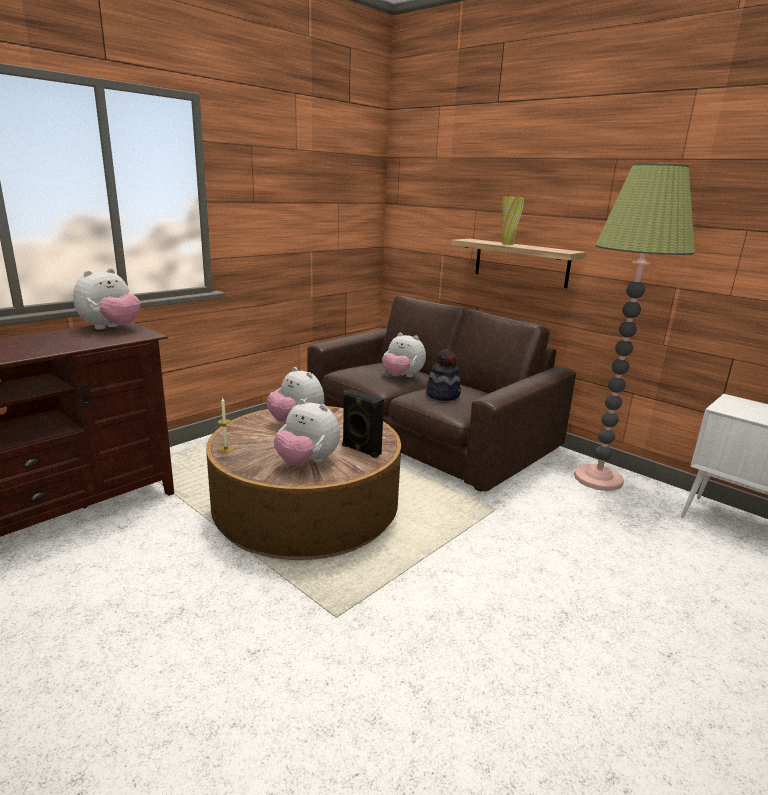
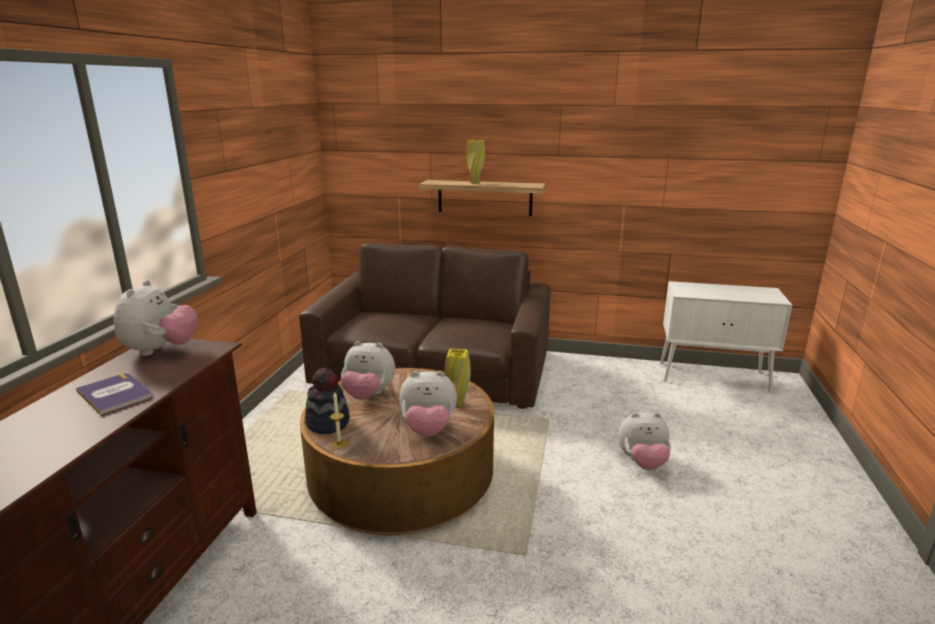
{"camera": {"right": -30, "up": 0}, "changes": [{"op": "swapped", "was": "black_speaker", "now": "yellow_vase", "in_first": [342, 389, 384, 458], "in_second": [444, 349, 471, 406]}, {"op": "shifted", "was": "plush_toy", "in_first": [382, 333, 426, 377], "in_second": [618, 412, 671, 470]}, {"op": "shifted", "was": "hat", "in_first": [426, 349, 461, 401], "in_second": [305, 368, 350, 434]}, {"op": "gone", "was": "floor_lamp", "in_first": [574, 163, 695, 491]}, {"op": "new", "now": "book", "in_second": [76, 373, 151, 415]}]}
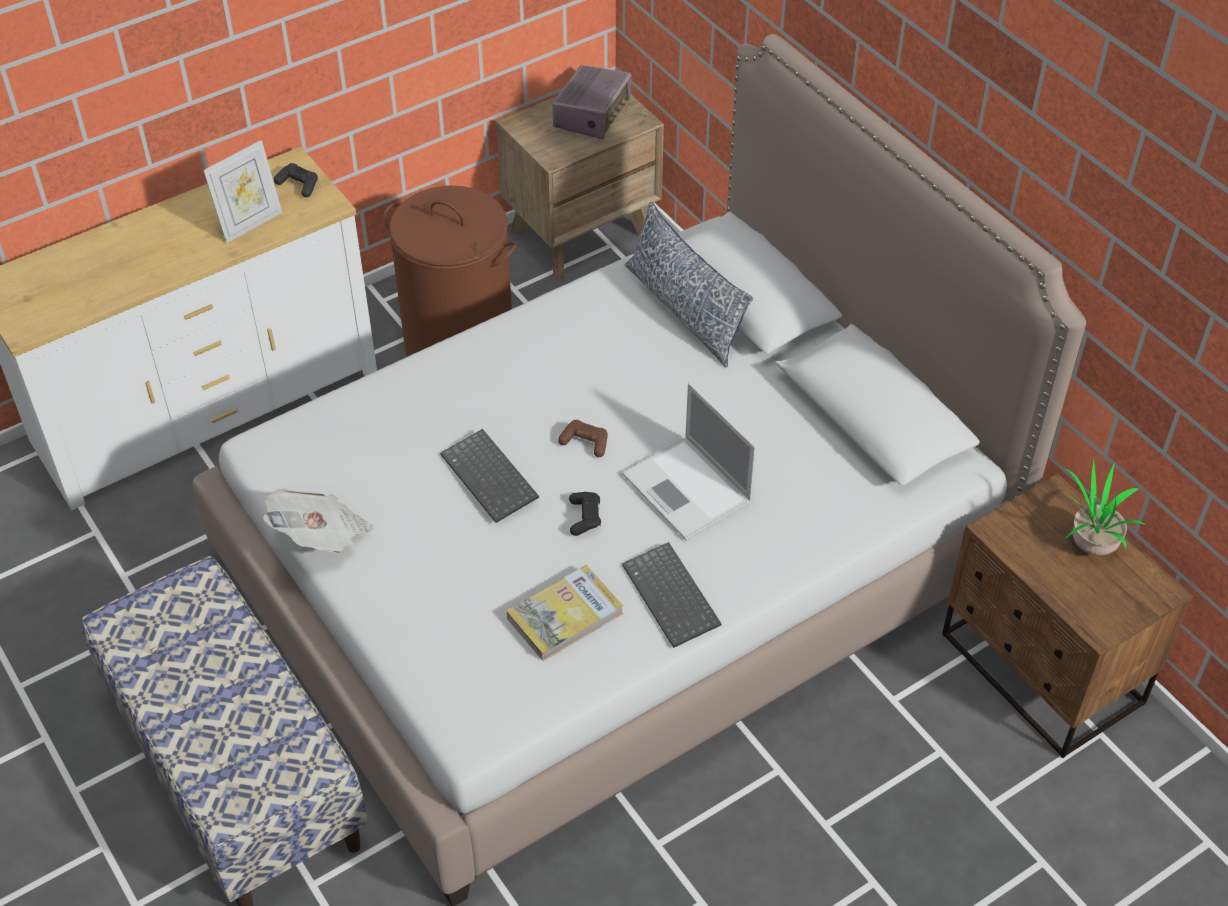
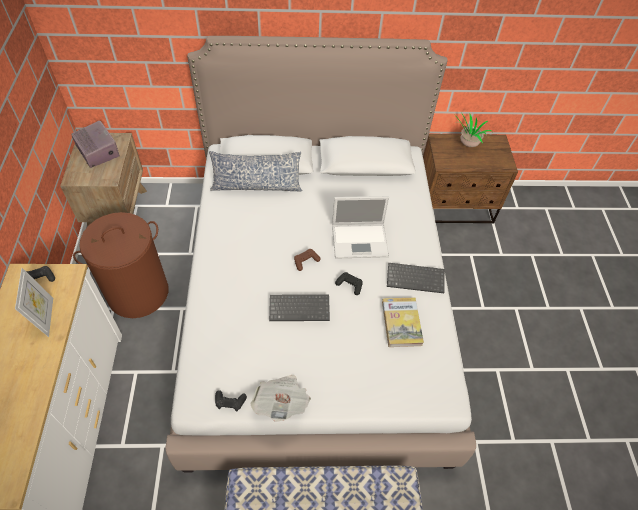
{"camera": {"right": -60, "up": 5}, "changes": [{"op": "new", "now": "black_game_controller", "in_second": [215, 390, 247, 412]}]}
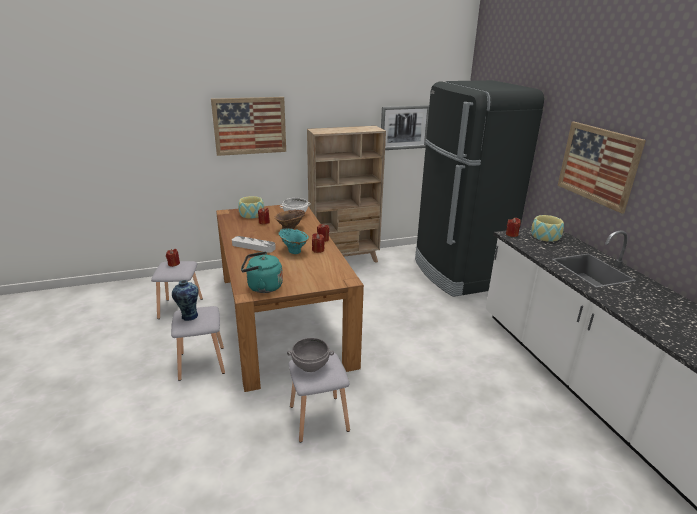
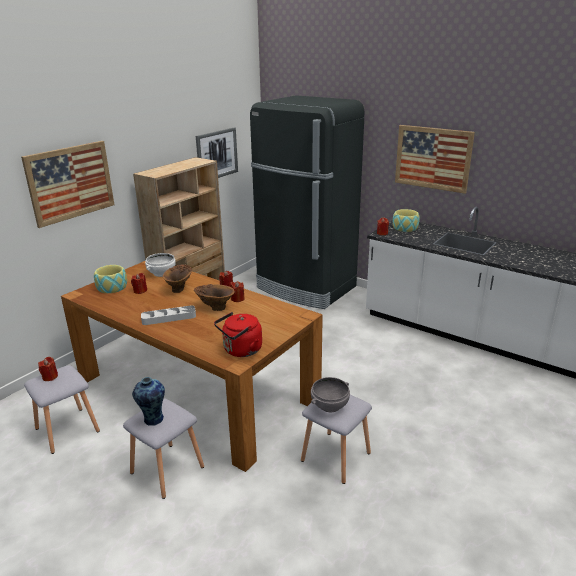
{"camera": {"right": -35, "up": 0}, "changes": [{"op": "repainted", "was": "turquoise_kettle", "now": "red_kettle", "in_first": [241, 251, 283, 293], "in_second": [214, 312, 262, 357]}, {"op": "repainted", "was": "turquoise_vase", "now": "brown_vase", "in_first": [278, 228, 309, 254], "in_second": [194, 284, 235, 311]}]}
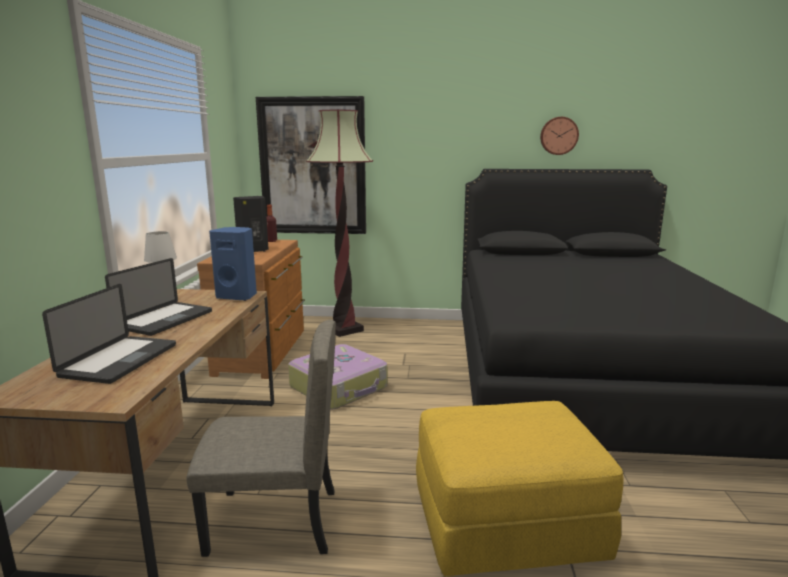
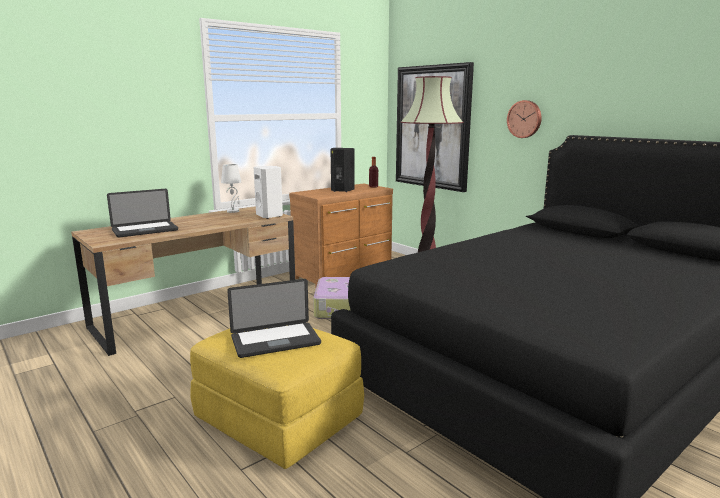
{"camera": {"right": 45, "up": 0}, "changes": [{"op": "shifted", "was": "laptop", "in_first": [105, 258, 212, 336], "in_second": [227, 279, 321, 358]}, {"op": "gone", "was": "beige_chair", "in_first": [186, 320, 336, 557]}, {"op": "repainted", "was": "blue_speaker", "now": "white_speaker", "in_first": [209, 227, 257, 301], "in_second": [254, 166, 283, 219]}, {"op": "shifted", "was": "wall_clock", "in_first": [540, 117, 579, 155], "in_second": [507, 100, 542, 138]}]}
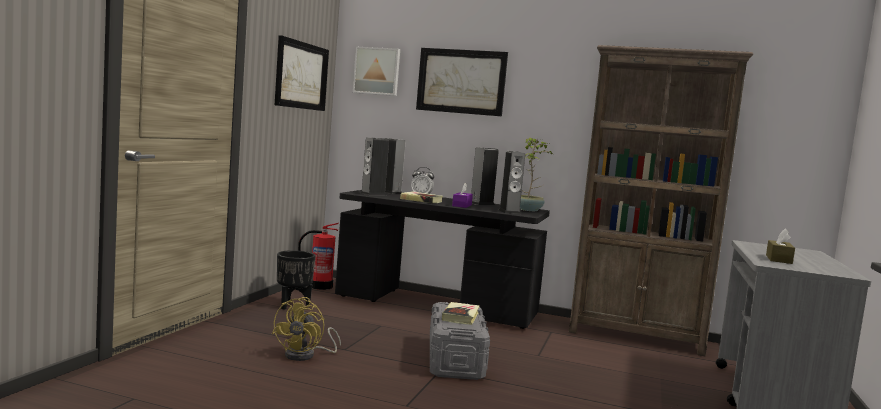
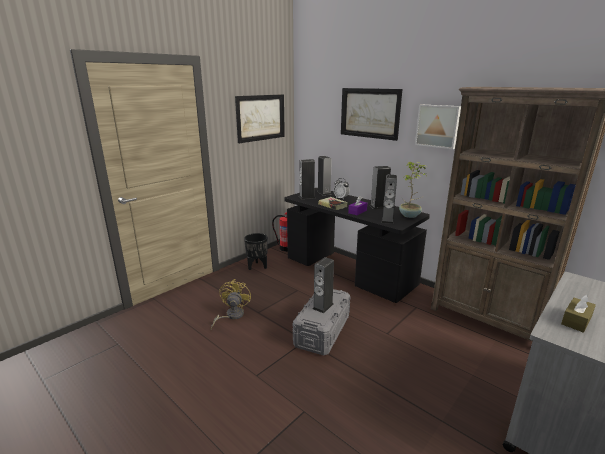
{"camera": {"right": 25, "up": 15}, "changes": [{"op": "rotated", "was": "yellow_fan", "in_first": [272, 297, 341, 361], "in_second": [211, 279, 251, 329], "clockwise": 150}, {"op": "shifted", "was": "picture", "in_first": [353, 47, 400, 96], "in_second": [415, 104, 461, 149]}, {"op": "swapped", "was": "book", "now": "speaker", "in_first": [442, 302, 480, 325], "in_second": [313, 257, 334, 313]}]}
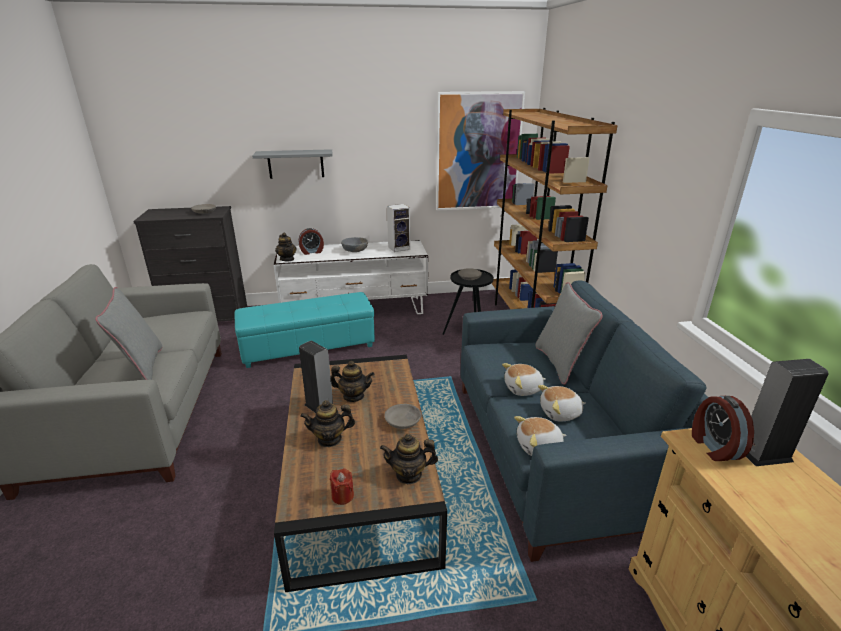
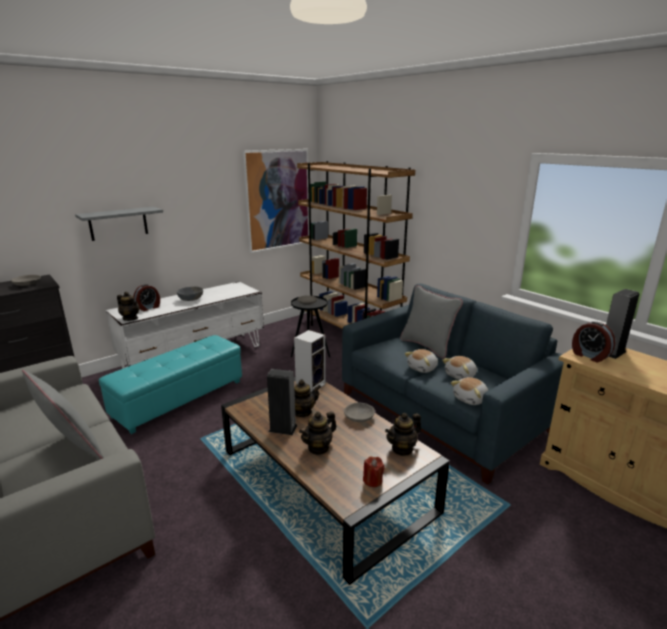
{"camera": {"right": -30, "up": -5}, "changes": [{"op": "shifted", "was": "speaker", "in_first": [387, 204, 410, 252], "in_second": [294, 330, 326, 392]}]}
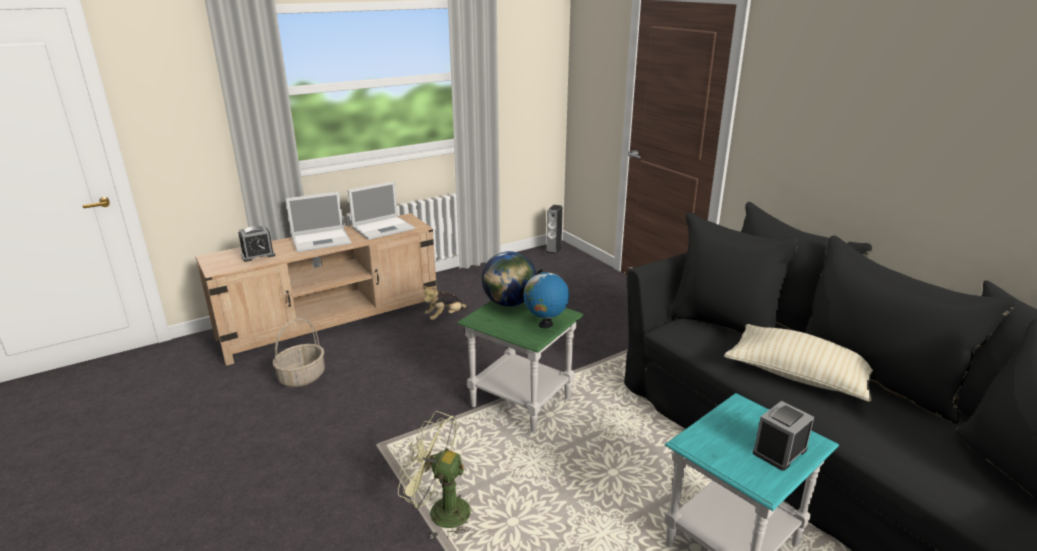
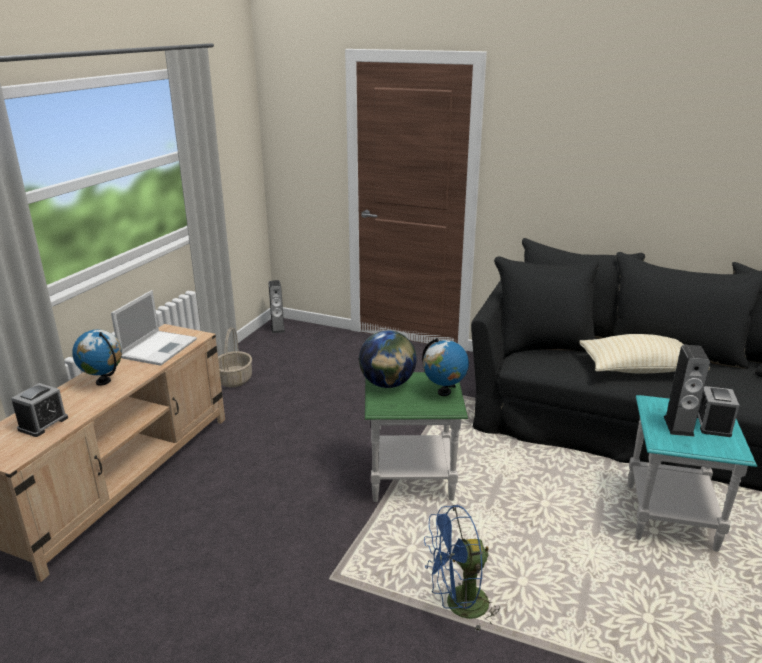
{"camera": {"right": -35, "up": 0}, "changes": [{"op": "shifted", "was": "basket", "in_first": [273, 318, 325, 387], "in_second": [218, 328, 252, 388]}, {"op": "swapped", "was": "laptop", "now": "globe", "in_first": [286, 192, 352, 252], "in_second": [72, 330, 122, 386]}, {"op": "repainted", "was": "green_fan", "now": "blue_fan", "in_first": [398, 411, 471, 539], "in_second": [424, 505, 500, 632]}, {"op": "gone", "was": "plush_toy", "in_first": [423, 286, 469, 320]}, {"op": "new", "now": "speaker", "in_second": [664, 345, 710, 437]}]}
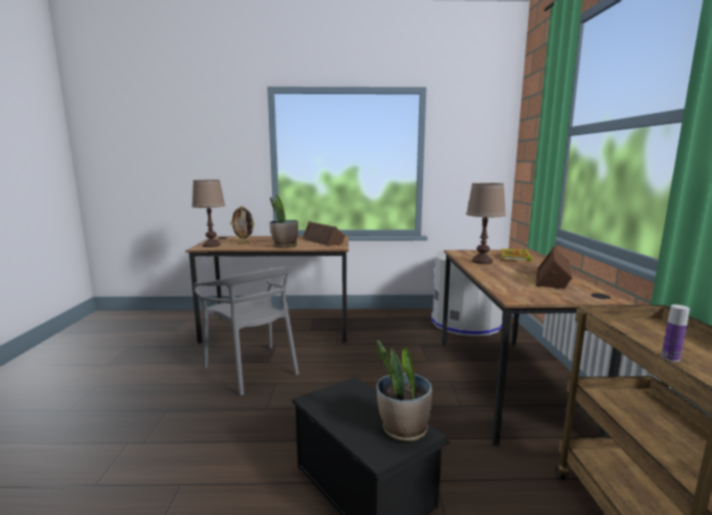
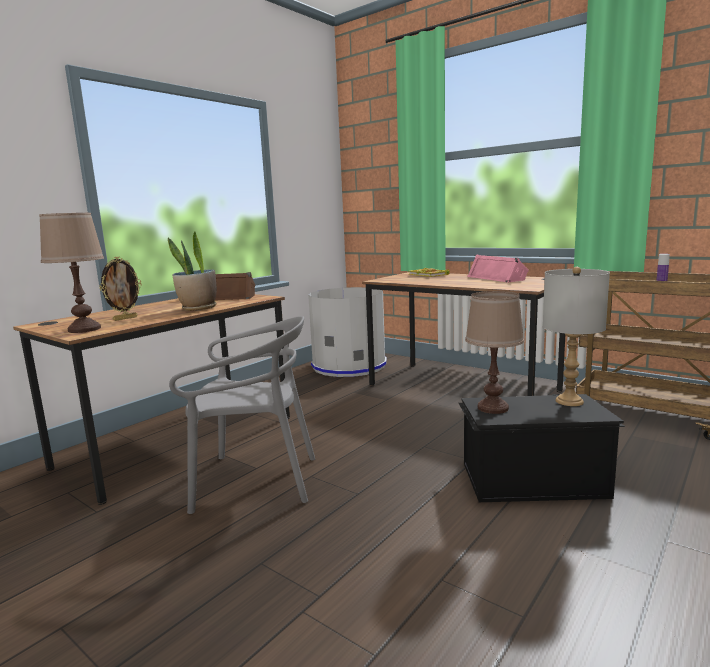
{"camera": {"right": -50, "up": 0}, "changes": [{"op": "swapped", "was": "potted_plant", "now": "grey_table_lamp", "in_first": [376, 340, 432, 442], "in_second": [543, 267, 610, 406]}, {"op": "shifted", "was": "brown_table_lamp", "in_first": [466, 183, 506, 264], "in_second": [465, 291, 524, 414]}, {"op": "repainted", "was": "brown_speaker", "now": "pink_speaker", "in_first": [535, 246, 572, 289], "in_second": [467, 255, 529, 283]}]}
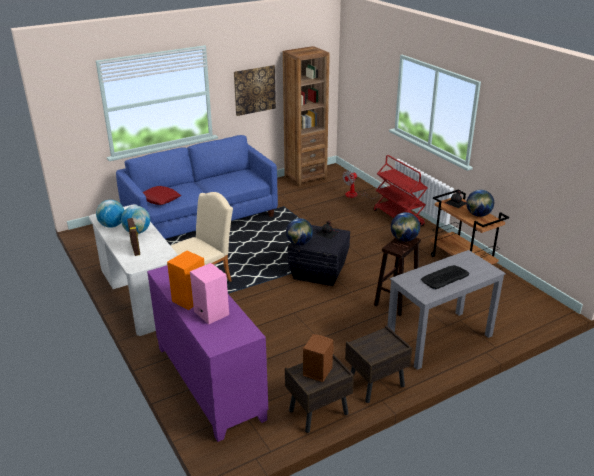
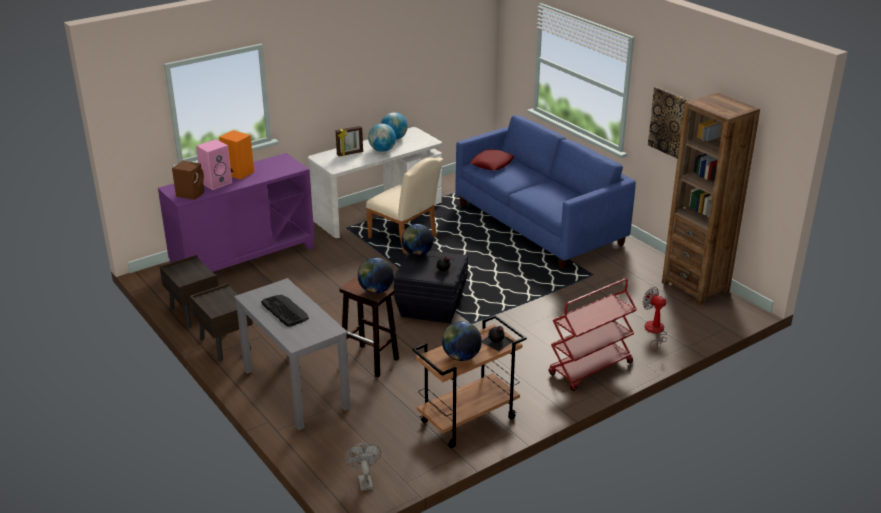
{"camera": {"right": 85, "up": 0}, "changes": [{"op": "shifted", "was": "brown_speaker", "in_first": [303, 334, 334, 382], "in_second": [172, 161, 204, 200]}, {"op": "new", "now": "grey_fan", "in_second": [345, 443, 381, 491]}]}
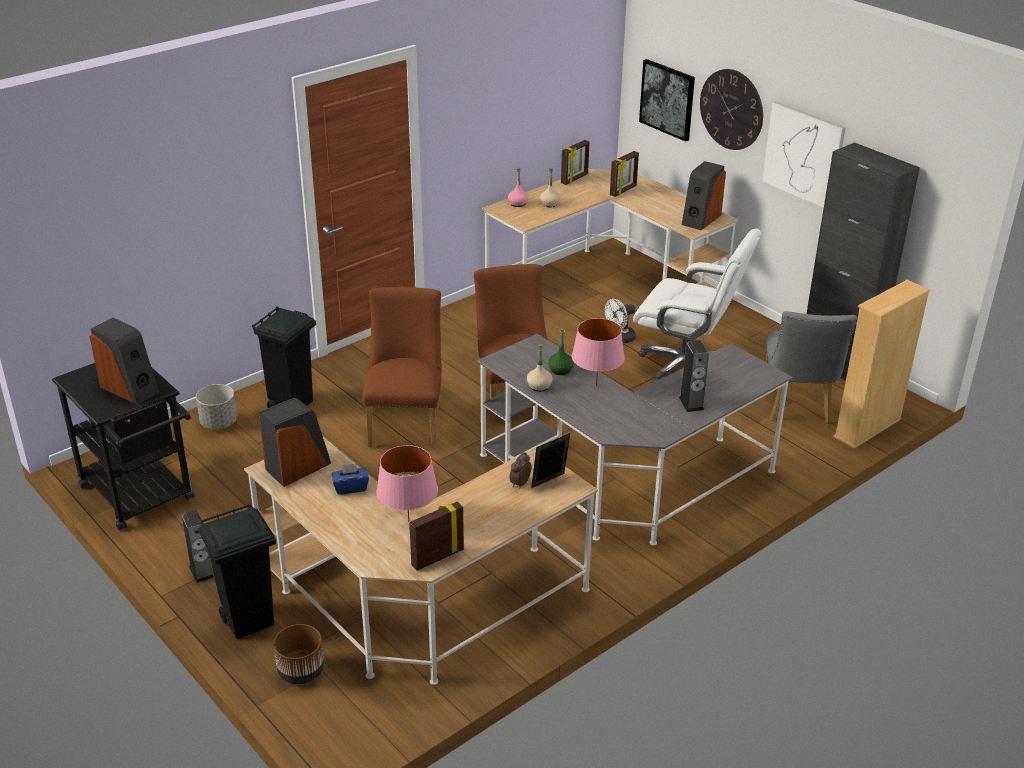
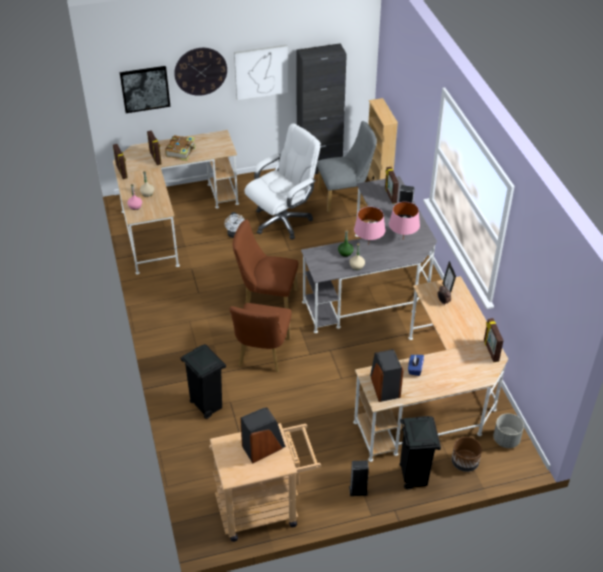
{"camera": {"right": -65, "up": 10}, "changes": [{"op": "repainted", "was": "black_cart", "now": "beige_cart", "in_first": [52, 363, 195, 531], "in_second": [209, 423, 321, 542]}, {"op": "shifted", "was": "grey_planter", "in_first": [196, 384, 237, 430], "in_second": [493, 413, 524, 448]}, {"op": "rotated", "was": "brown_chair", "in_first": [362, 287, 442, 449], "in_second": [230, 303, 292, 372], "clockwise": -105}, {"op": "shifted", "was": "pink_table_lamp", "in_first": [376, 445, 438, 522], "in_second": [389, 202, 420, 237]}, {"op": "gone", "was": "speaker", "in_first": [682, 161, 726, 230]}, {"op": "rotated", "was": "grey_chair", "in_first": [765, 311, 857, 424], "in_second": [317, 121, 377, 212], "clockwise": -45}, {"op": "new", "now": "book", "in_second": [165, 135, 196, 161]}, {"op": "new", "now": "picture_frame", "in_second": [385, 167, 399, 204]}]}
